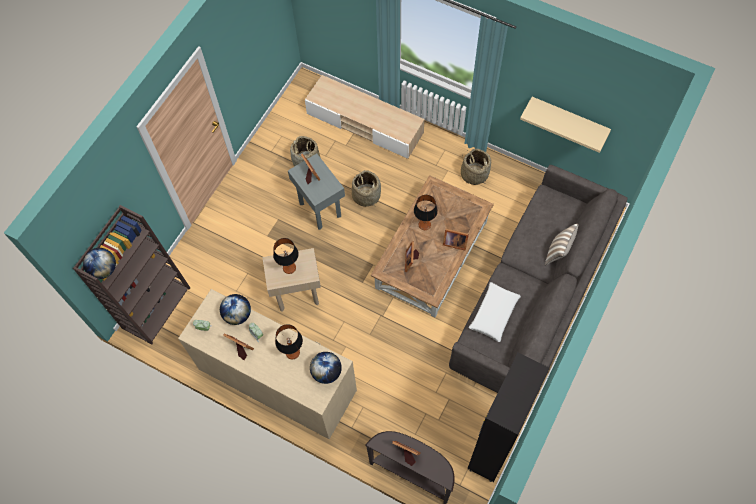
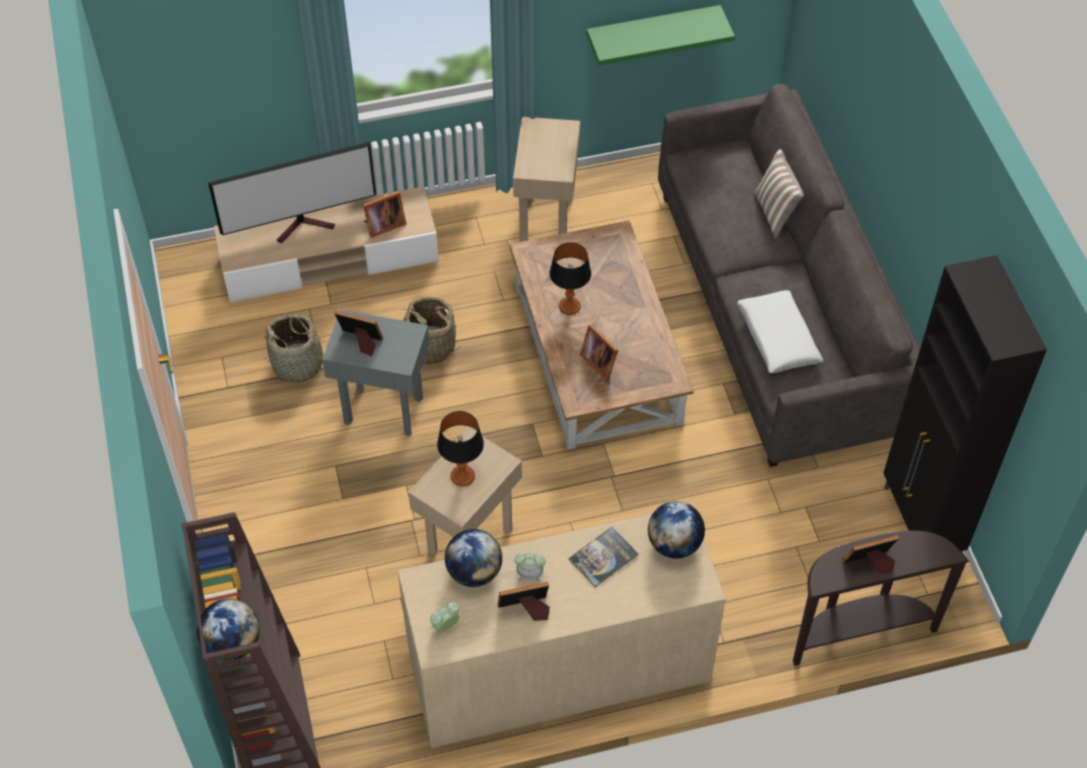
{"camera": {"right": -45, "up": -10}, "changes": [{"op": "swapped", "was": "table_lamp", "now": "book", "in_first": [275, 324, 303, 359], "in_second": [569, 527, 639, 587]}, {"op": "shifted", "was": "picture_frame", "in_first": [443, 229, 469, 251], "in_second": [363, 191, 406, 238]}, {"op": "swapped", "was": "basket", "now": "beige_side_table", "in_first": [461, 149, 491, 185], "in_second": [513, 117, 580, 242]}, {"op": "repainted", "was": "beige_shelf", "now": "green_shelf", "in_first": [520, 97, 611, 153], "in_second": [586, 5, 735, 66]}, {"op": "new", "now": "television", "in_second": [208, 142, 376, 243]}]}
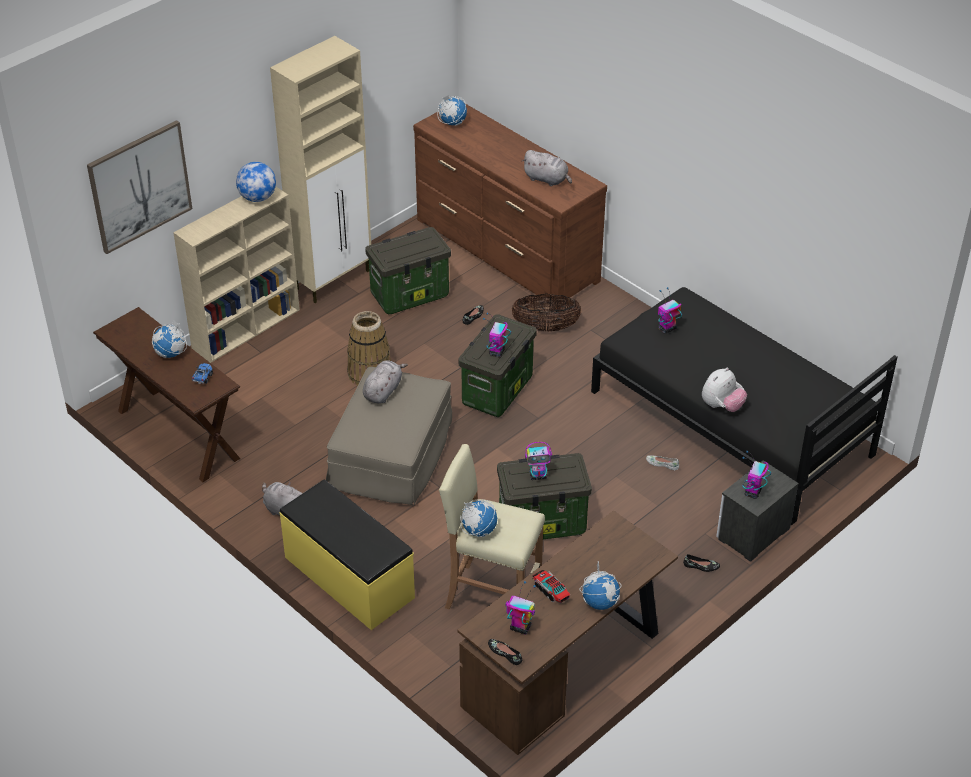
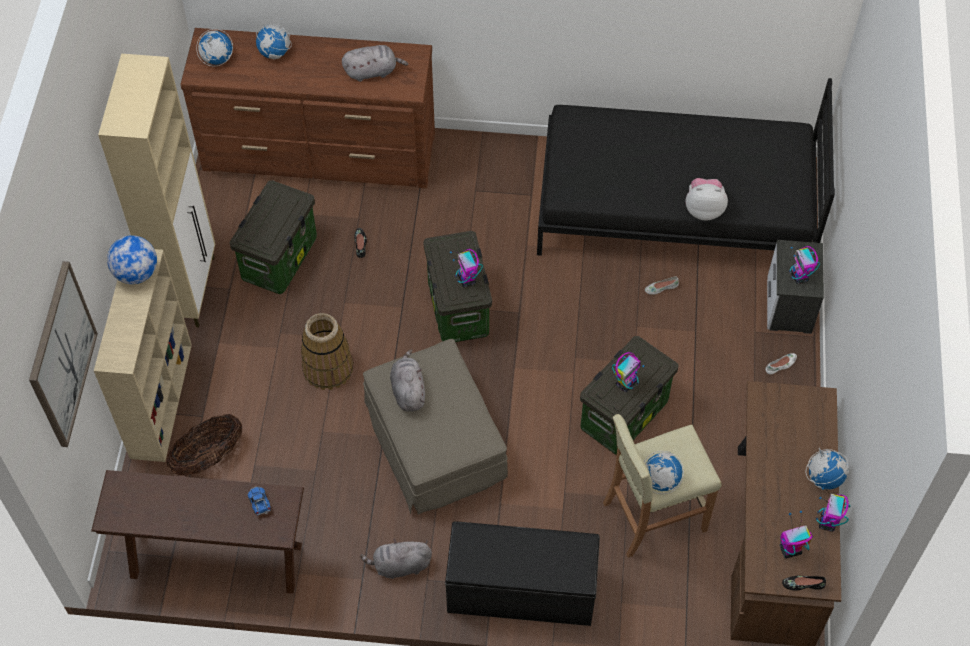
{"camera": {"right": -40, "up": 15}, "changes": [{"op": "shifted", "was": "globe", "in_first": [152, 320, 187, 358], "in_second": [256, 18, 292, 59]}, {"op": "repainted", "was": "yellow_bench", "now": "black_bench", "in_first": [280, 480, 415, 630], "in_second": [445, 521, 600, 626]}, {"op": "shifted", "was": "basket", "in_first": [512, 294, 582, 332], "in_second": [167, 414, 242, 476]}, {"op": "gone", "was": "toy_truck", "in_first": [532, 570, 570, 603]}, {"op": "shifted", "was": "toy_robot", "in_first": [658, 287, 682, 334], "in_second": [816, 487, 851, 532]}, {"op": "repainted", "was": "black_shoe", "now": "white_shoe", "in_first": [683, 554, 720, 572], "in_second": [765, 353, 797, 374]}, {"op": "rotated", "was": "plush_toy", "in_first": [702, 368, 747, 412], "in_second": [686, 178, 728, 220], "clockwise": -90}]}
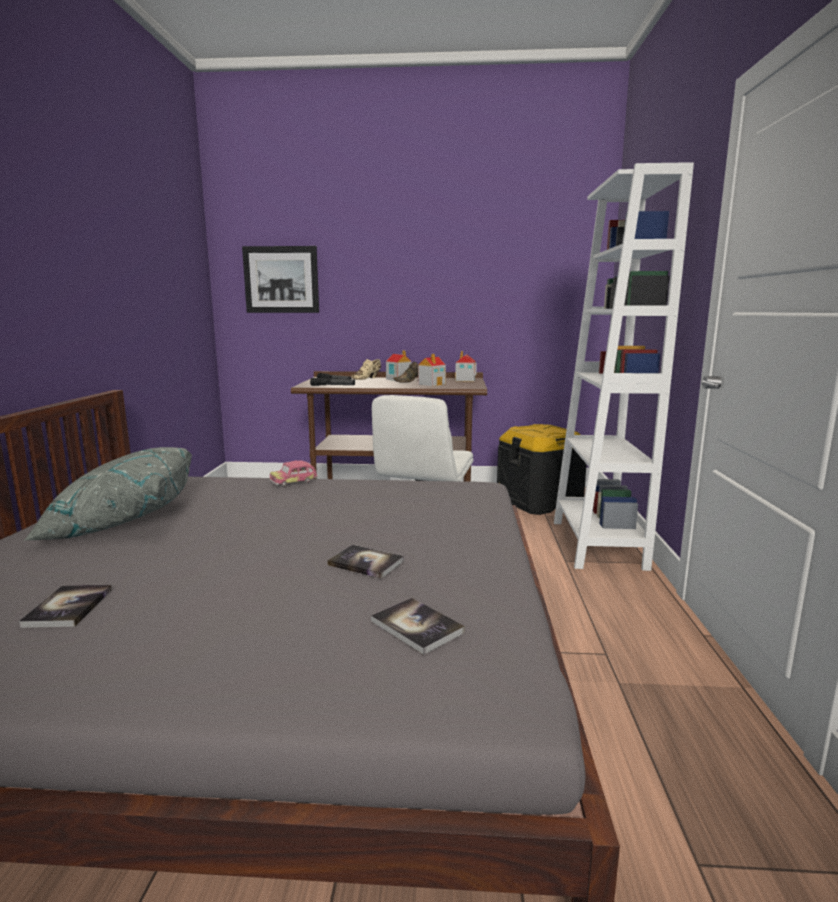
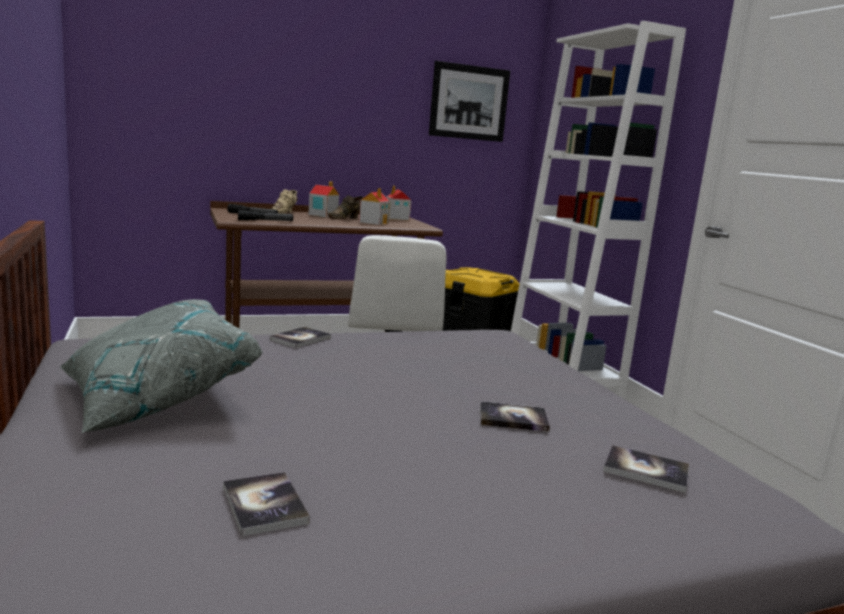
{"camera": {"right": -25, "up": 0}, "changes": [{"op": "shifted", "was": "picture", "in_first": [242, 246, 319, 313], "in_second": [429, 61, 510, 142]}, {"op": "swapped", "was": "toy_car", "now": "book", "in_first": [269, 460, 318, 487], "in_second": [270, 327, 331, 348]}]}
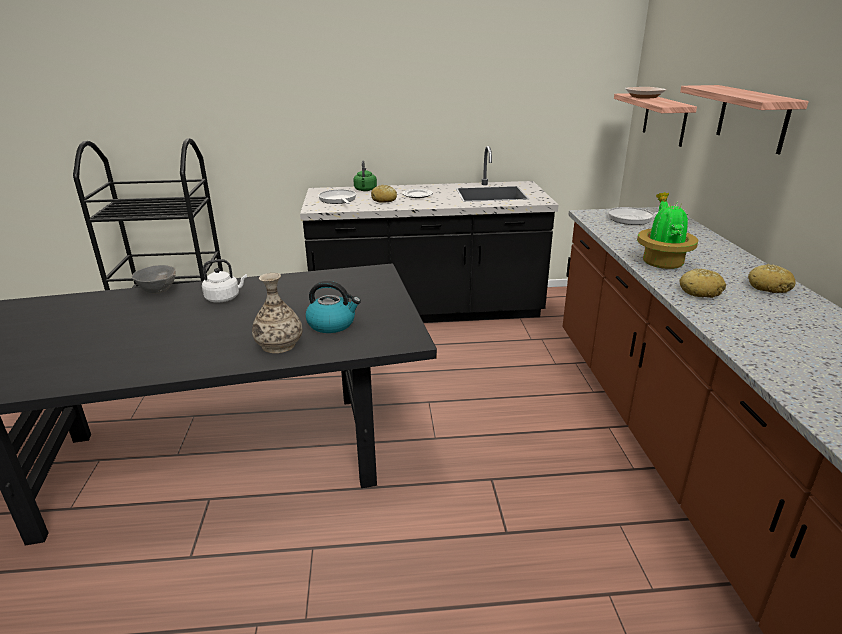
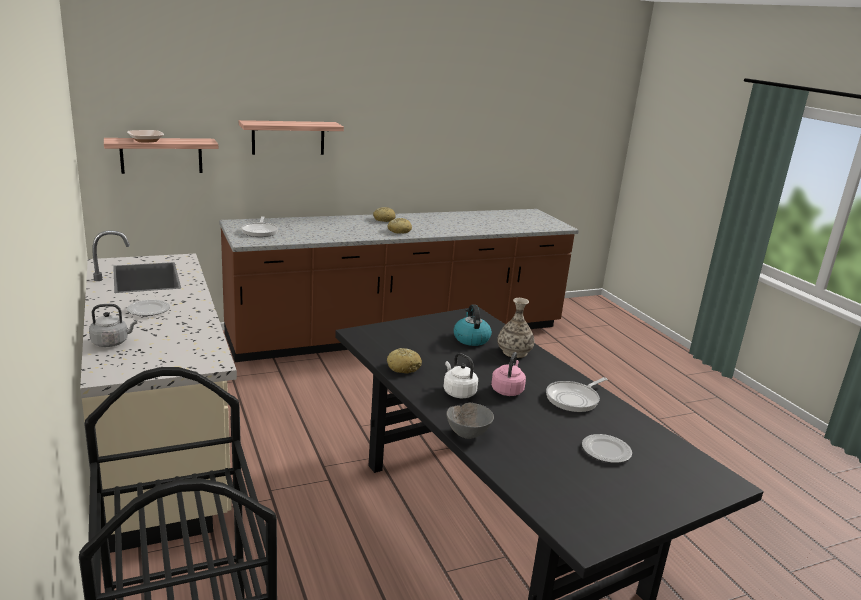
{"camera": {"right": -110, "up": -5}, "changes": [{"op": "repainted", "was": "black_counter", "now": "beige_counter", "in_first": [300, 146, 559, 323], "in_second": [80, 231, 237, 553]}, {"op": "shifted", "was": "frying_pan", "in_first": [318, 189, 356, 204], "in_second": [546, 377, 607, 412]}, {"op": "repainted", "was": "green_kettle", "now": "grey_kettle", "in_first": [353, 161, 377, 191], "in_second": [89, 304, 137, 347]}, {"op": "shifted", "was": "bread", "in_first": [371, 185, 397, 203], "in_second": [387, 348, 422, 373]}, {"op": "gone", "was": "potted_plant", "in_first": [637, 192, 698, 269]}, {"op": "new", "now": "pink_kettle", "in_second": [491, 352, 526, 396]}, {"op": "new", "now": "plate", "in_second": [582, 434, 632, 463]}]}
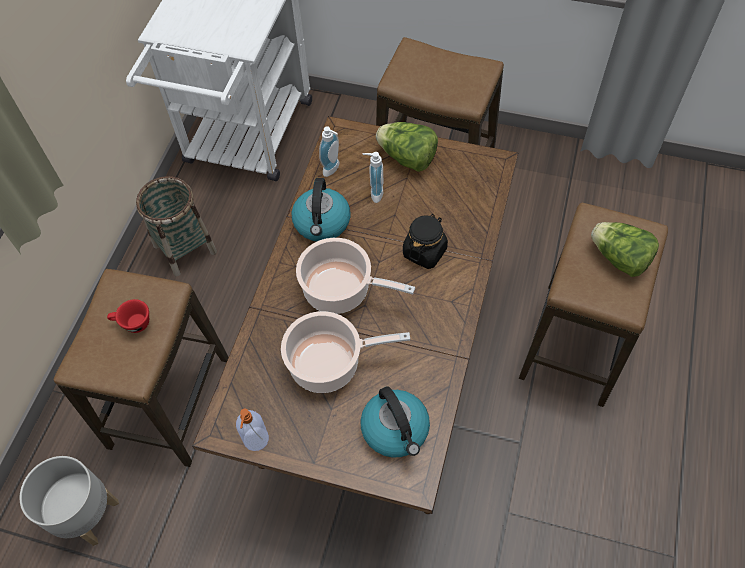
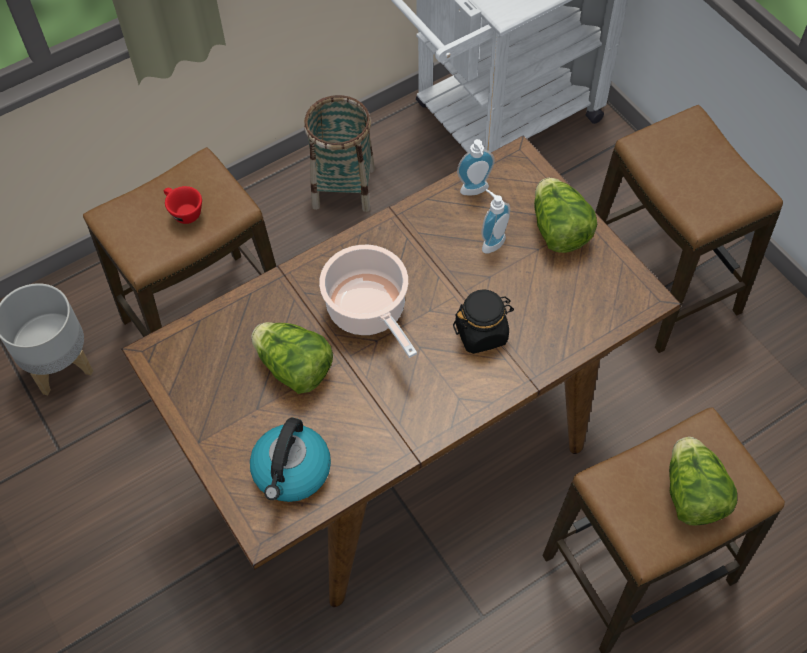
{"camera": {"right": 40, "up": 0}, "changes": [{"op": "gone", "was": "soap_dispenser", "in_first": [236, 409, 269, 451]}, {"op": "swapped", "was": "cooking_pot", "now": "lettuce", "in_first": [281, 311, 410, 393], "in_second": [251, 322, 333, 394]}, {"op": "gone", "was": "kettle", "in_first": [292, 178, 351, 241]}]}
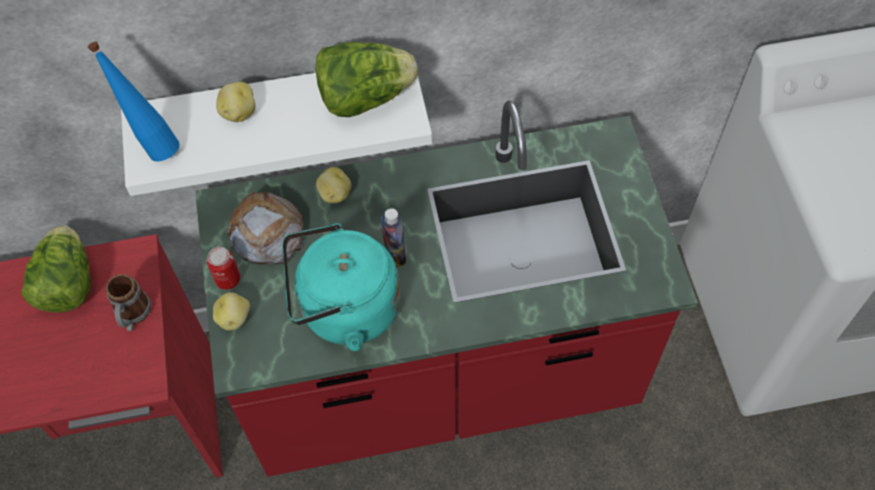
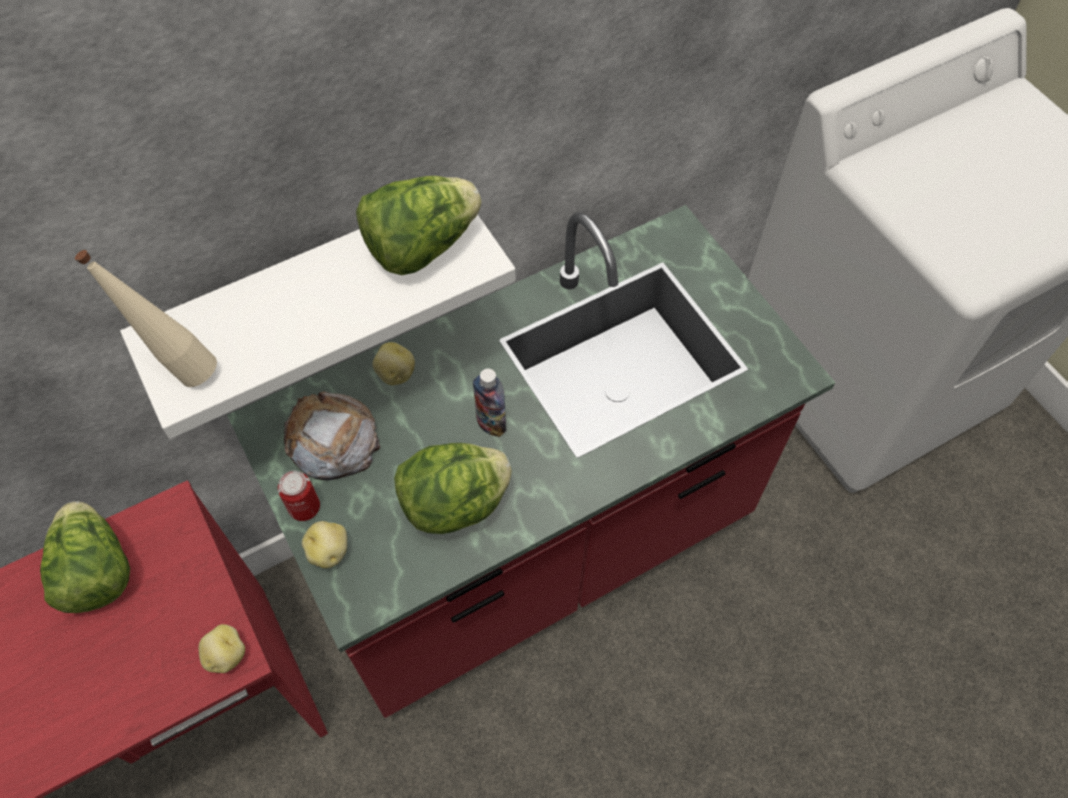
{"camera": {"right": -20, "up": 0}, "changes": [{"op": "repainted", "was": "blue_bottle", "now": "beige_bottle", "in_first": [88, 42, 180, 162], "in_second": [75, 250, 217, 387]}, {"op": "gone", "was": "mug", "in_first": [106, 274, 151, 331]}, {"op": "shifted", "was": "potato", "in_first": [216, 82, 256, 122], "in_second": [199, 624, 245, 673]}, {"op": "swapped", "was": "turquoise_kettle", "now": "lettuce", "in_first": [282, 223, 400, 351], "in_second": [394, 443, 512, 534]}]}
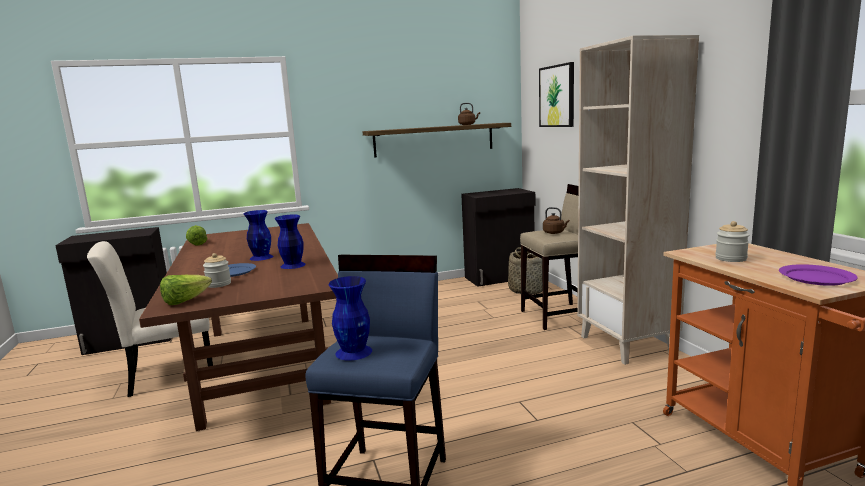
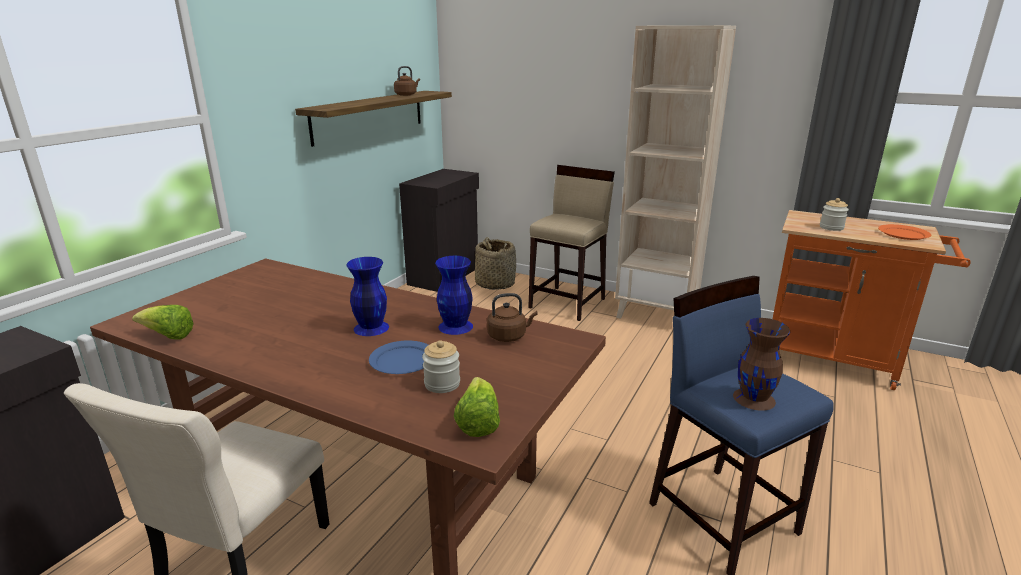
{"camera": {"right": -45, "up": 10}, "changes": [{"op": "repainted", "was": "blue_vase", "now": "brown_vase", "in_first": [329, 276, 372, 361], "in_second": [733, 318, 790, 411]}, {"op": "gone", "was": "picture", "in_first": [539, 62, 574, 127]}, {"op": "shifted", "was": "brown_kettle", "in_first": [543, 207, 569, 234], "in_second": [487, 293, 538, 342]}, {"op": "repainted", "was": "purple_plate", "now": "orange_plate", "in_first": [779, 264, 858, 286], "in_second": [878, 224, 931, 240]}]}
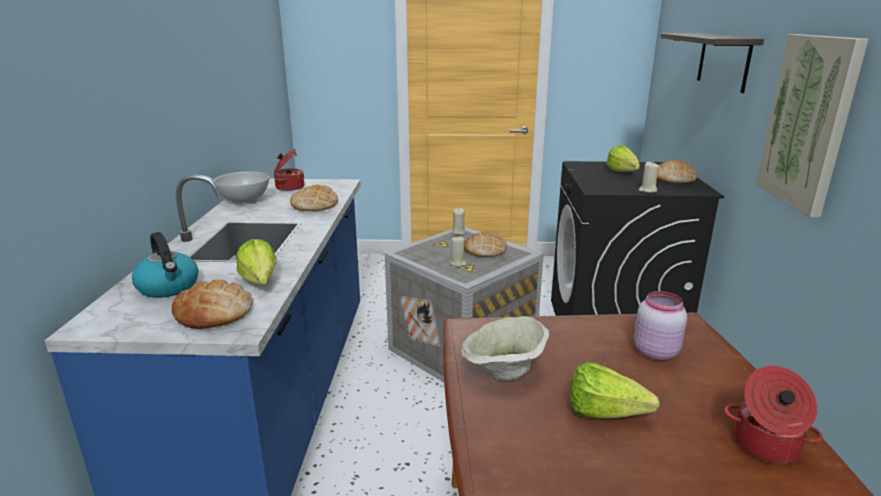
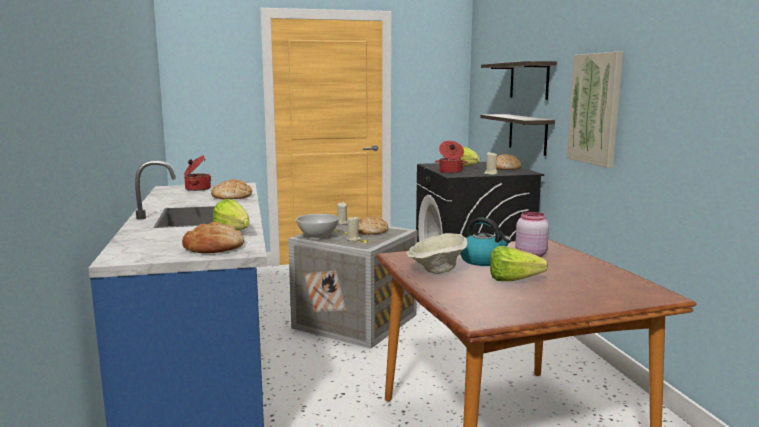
{"camera": {"right": -15, "up": -10}, "changes": [{"op": "shifted", "was": "kettle", "in_first": [132, 232, 199, 298], "in_second": [460, 218, 511, 266]}, {"op": "shifted", "was": "white_bowl", "in_first": [214, 171, 270, 205], "in_second": [296, 214, 339, 239]}, {"op": "shifted", "was": "cooking_pot", "in_first": [724, 366, 823, 464], "in_second": [435, 141, 468, 173]}, {"op": "new", "now": "shelf", "in_second": [480, 114, 555, 156]}]}
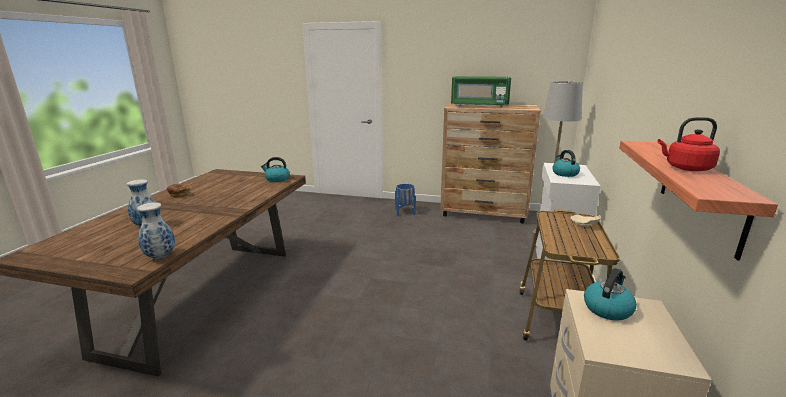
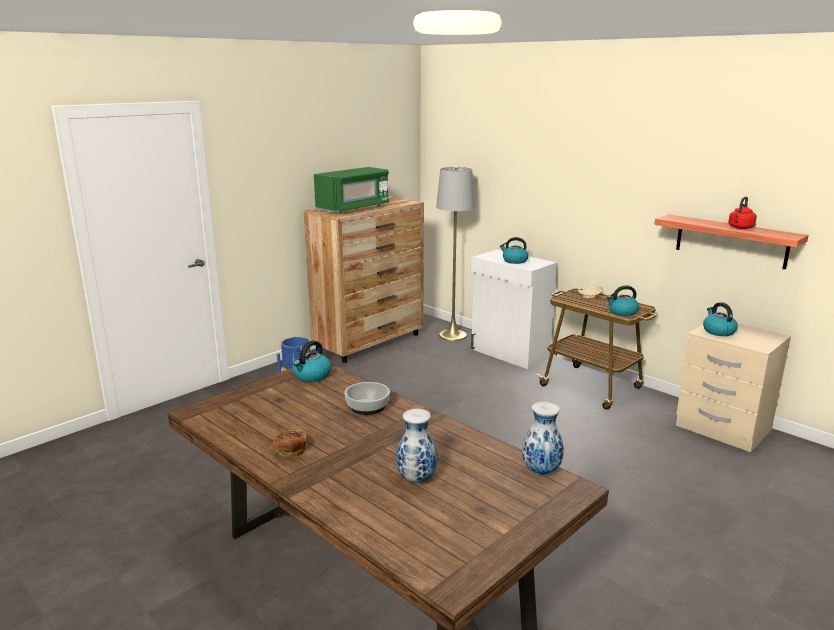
{"camera": {"right": -60, "up": 0}, "changes": [{"op": "new", "now": "bowl", "in_second": [344, 382, 390, 415]}, {"op": "new", "now": "kettle", "in_second": [607, 285, 639, 316]}]}
